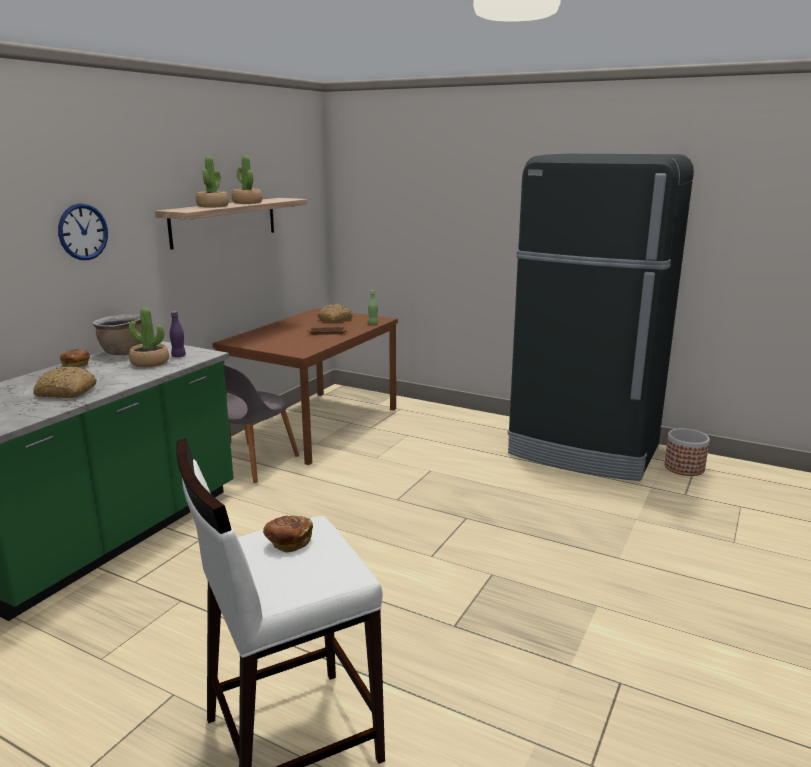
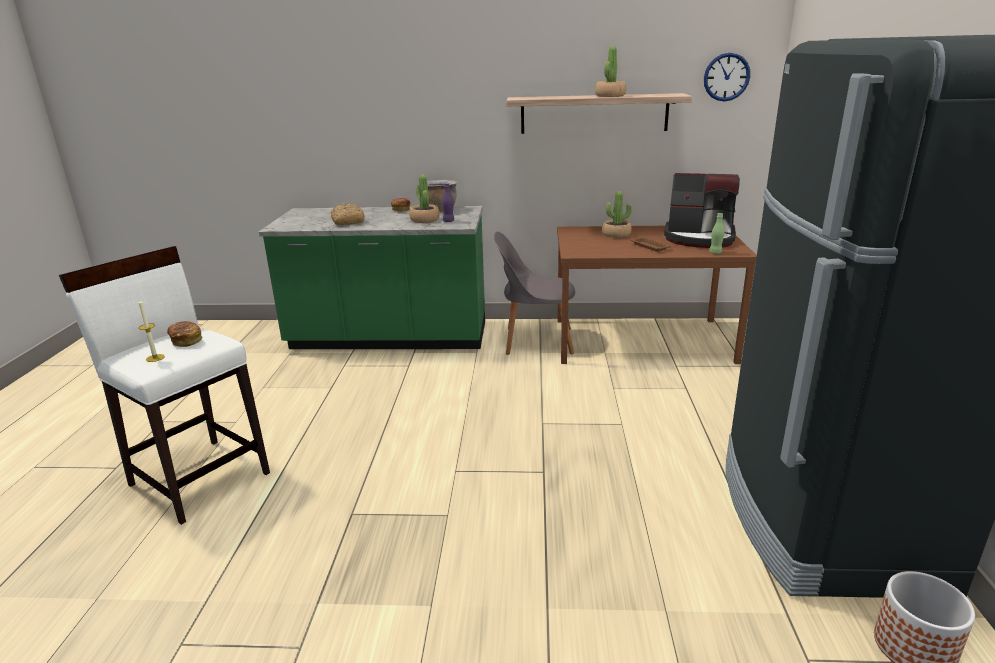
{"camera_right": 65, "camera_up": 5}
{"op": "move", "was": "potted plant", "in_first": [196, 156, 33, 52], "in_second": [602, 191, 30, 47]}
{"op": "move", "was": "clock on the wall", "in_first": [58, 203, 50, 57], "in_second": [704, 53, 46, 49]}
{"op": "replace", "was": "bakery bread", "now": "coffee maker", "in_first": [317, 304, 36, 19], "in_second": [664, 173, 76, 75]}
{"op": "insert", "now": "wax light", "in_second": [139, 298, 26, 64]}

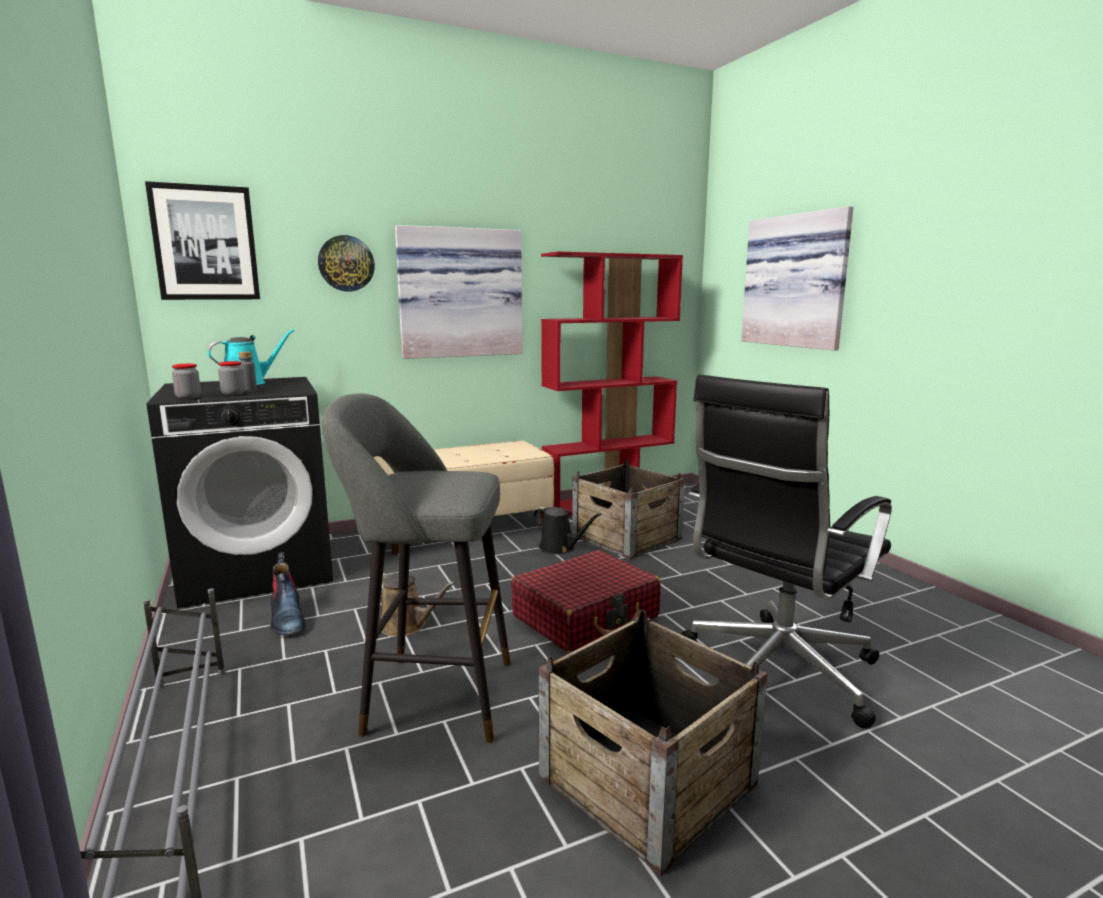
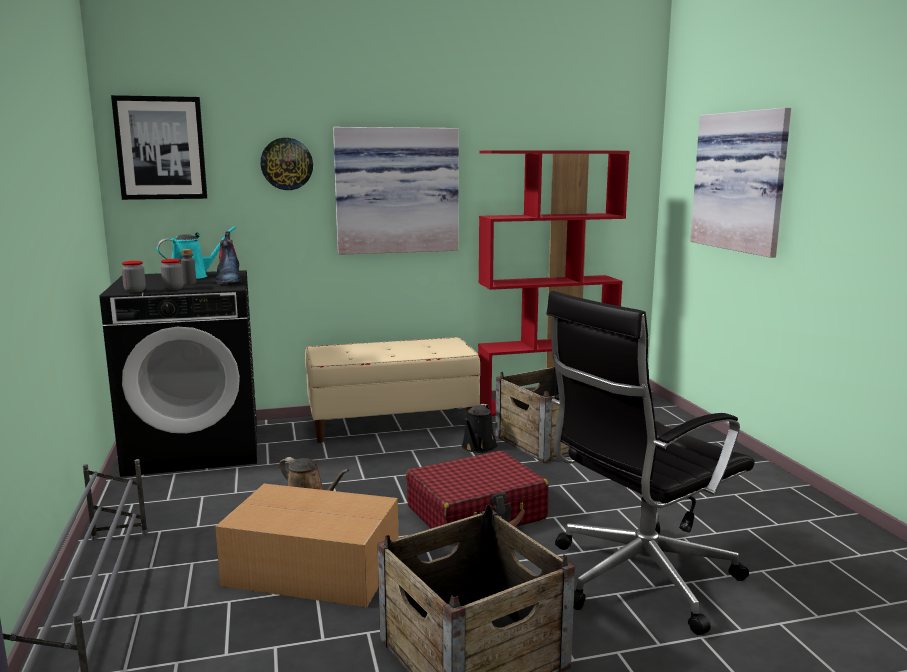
{"camera_right": 10, "camera_up": 0}
{"op": "replace", "was": "greyish stool", "now": "carton", "in_first": [322, 393, 189, 350], "in_second": [215, 484, 183, 123]}
{"op": "rotate", "was": "black-coloured watering can", "in_first": [533, 507, 68, 47], "in_second": [462, 404, 36, 49], "clockwise": 60}
{"op": "move", "was": "boot", "in_first": [270, 552, 35, 84], "in_second": [215, 231, 27, 54]}

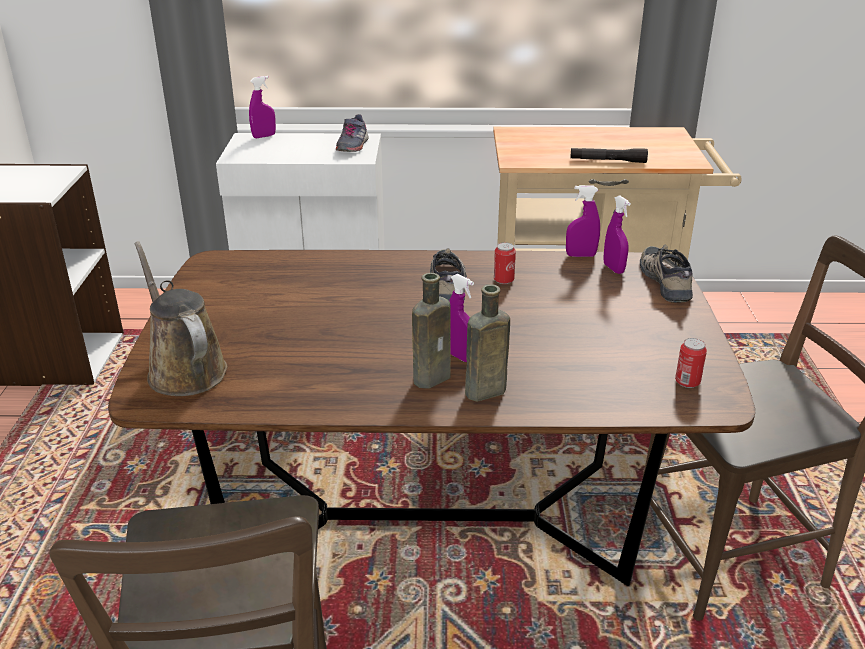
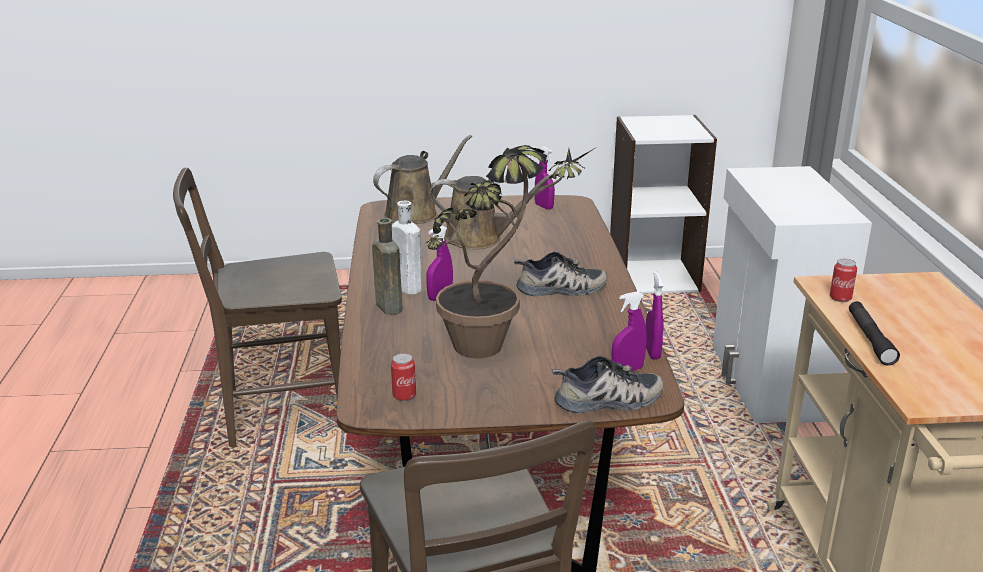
{"camera_right": 85, "camera_up": -5}
{"op": "move", "was": "purple hand sprayer", "in_first": [249, 76, 27, 62], "in_second": [535, 146, 20, 64]}
{"op": "delete", "was": "greyish shoe", "in_first": [335, 114, 34, 38]}
{"op": "move", "was": "sealed can", "in_first": [494, 242, 22, 42], "in_second": [830, 259, 27, 43]}
{"op": "recolor", "was": "brown drink bottle", "now": "white drink bottle", "in_first": [412, 273, 39, 116], "in_second": [392, 201, 30, 93]}
{"op": "insert", "now": "potted plant", "in_second": [427, 145, 168, 213]}
{"op": "insert", "now": "brown watering can", "in_second": [429, 174, 123, 76]}

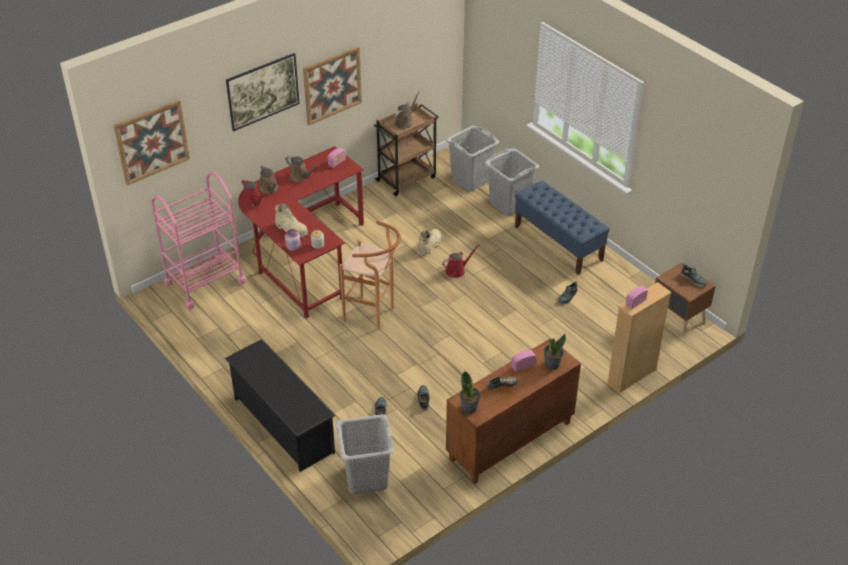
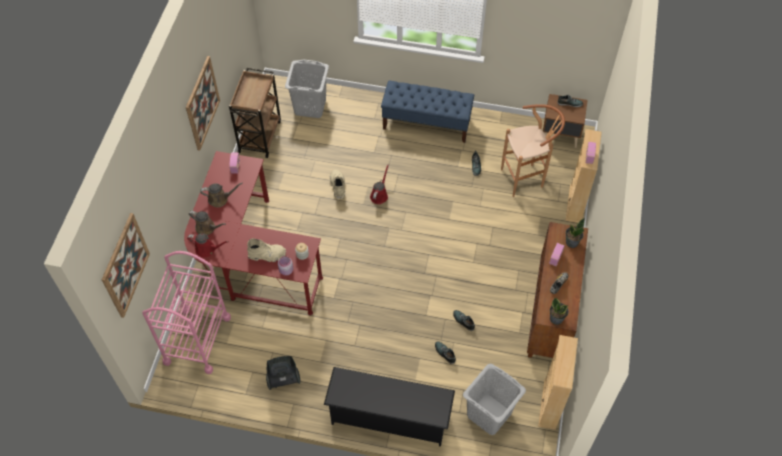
{"camera_right": -40, "camera_up": 15}
{"op": "delete", "was": "wall art", "in_first": [226, 53, 74, 78]}
{"op": "delete", "was": "brown watering can", "in_first": [395, 92, 25, 37]}
{"op": "delete", "was": "greyish laundry basket", "in_first": [484, 148, 55, 68]}
{"op": "move", "was": "brown stool", "in_first": [339, 221, 62, 109], "in_second": [501, 104, 64, 93]}
{"op": "insert", "now": "beige bookcase", "in_second": [538, 335, 40, 95]}
{"op": "insert", "now": "hoover", "in_second": [266, 356, 34, 34]}

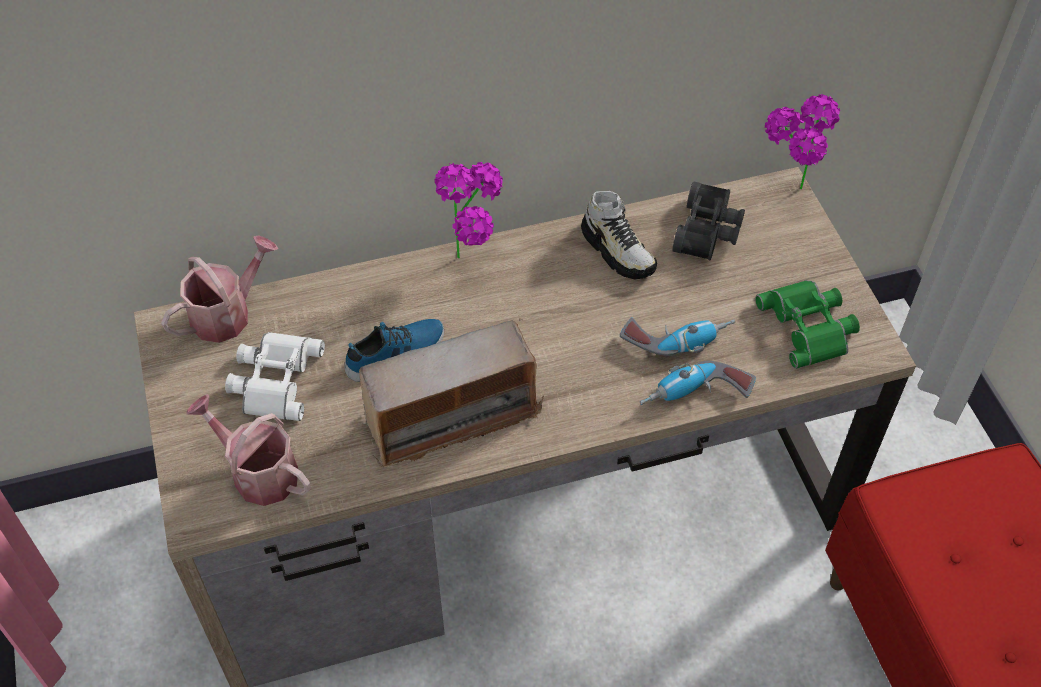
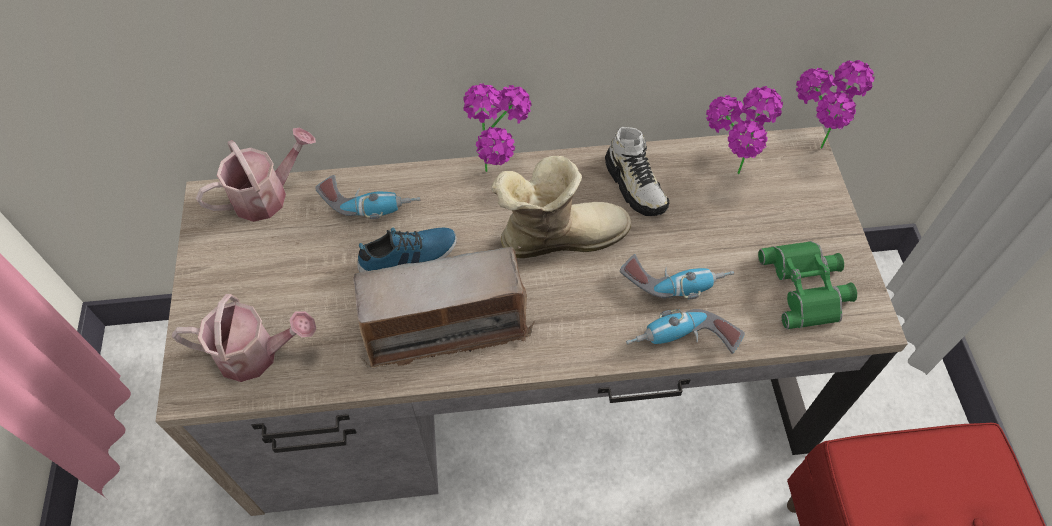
{"camera_right": 10, "camera_up": 5}
{"op": "replace", "was": "black-coloured binoculars", "now": "potted plant", "in_first": [672, 181, 73, 79], "in_second": [706, 86, 77, 88]}
{"op": "delete", "was": "white binoculars", "in_first": [225, 332, 100, 89]}
{"op": "rotate", "was": "watering can", "in_first": [186, 394, 125, 112], "in_second": [172, 294, 144, 88], "clockwise": 135}
{"op": "insert", "now": "boot", "in_second": [491, 156, 140, 102]}
{"op": "insert", "now": "drill", "in_second": [315, 175, 105, 44]}

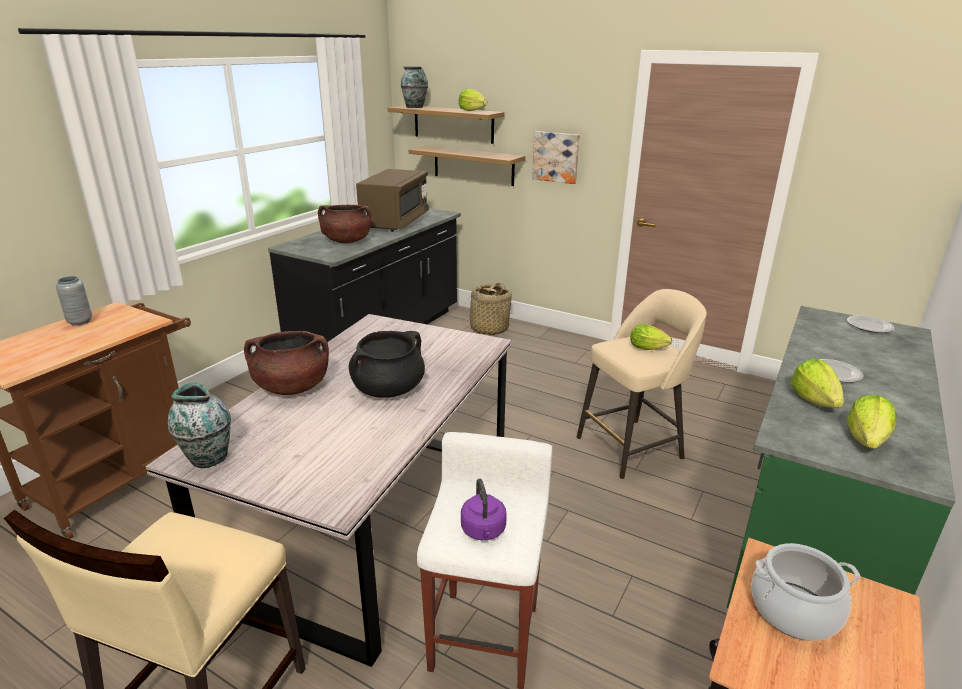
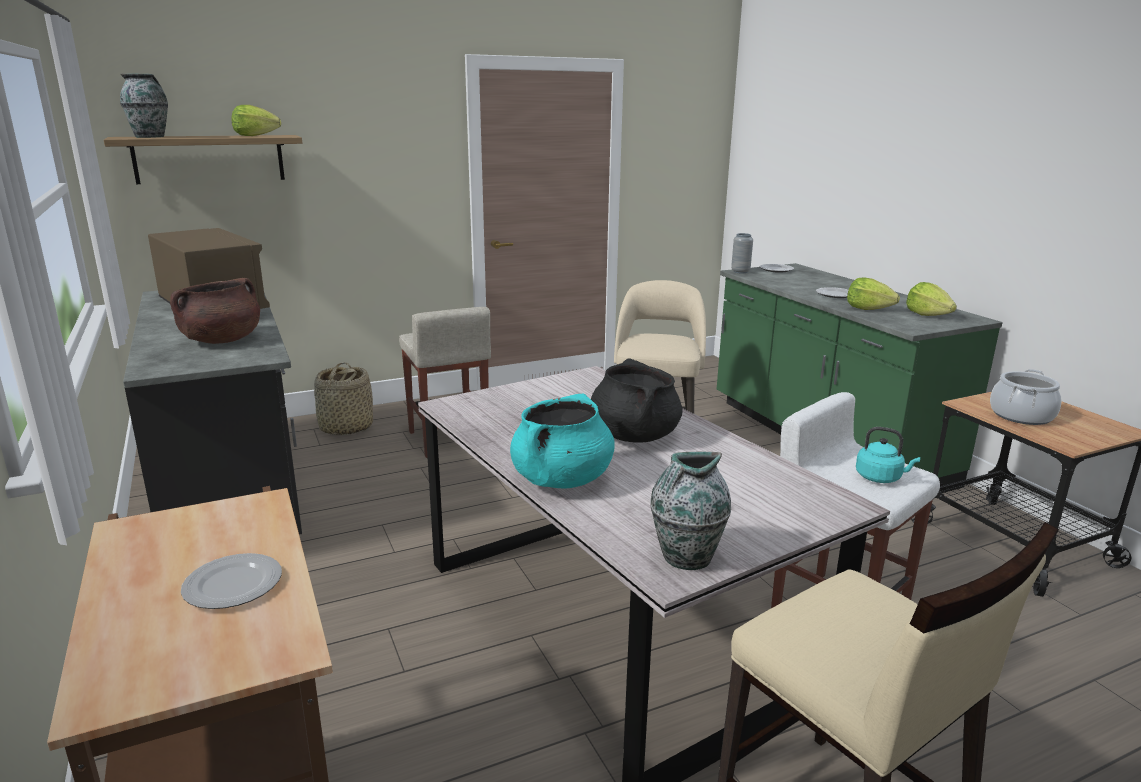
{"camera_right": -55, "camera_up": -5}
{"op": "delete", "was": "wall art", "in_first": [532, 131, 48, 53]}
{"op": "delete", "was": "bracket shelf", "in_first": [409, 146, 116, 40]}
{"op": "move", "was": "greyish decorative vase", "in_first": [56, 276, 36, 50], "in_second": [731, 233, 22, 40]}
{"op": "delete", "was": "lettuce head", "in_first": [631, 324, 41, 26]}
{"op": "recolor", "was": "brown stockpot", "now": "turquoise stockpot", "in_first": [244, 331, 85, 64], "in_second": [510, 394, 105, 95]}
{"op": "recolor", "was": "purple water kettle", "now": "turquoise water kettle", "in_first": [461, 478, 46, 62], "in_second": [856, 427, 64, 56]}
{"op": "insert", "now": "beige stool", "in_second": [399, 307, 92, 151]}
{"op": "insert", "now": "plate", "in_second": [181, 553, 101, 56]}

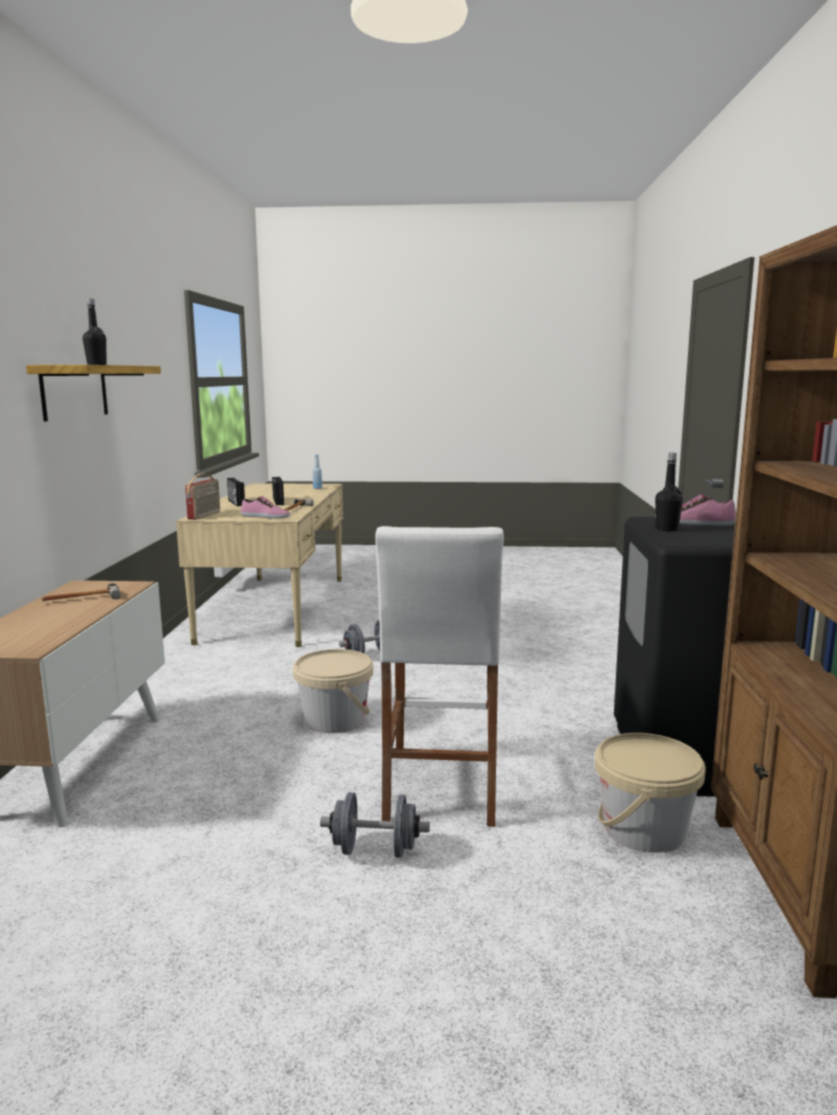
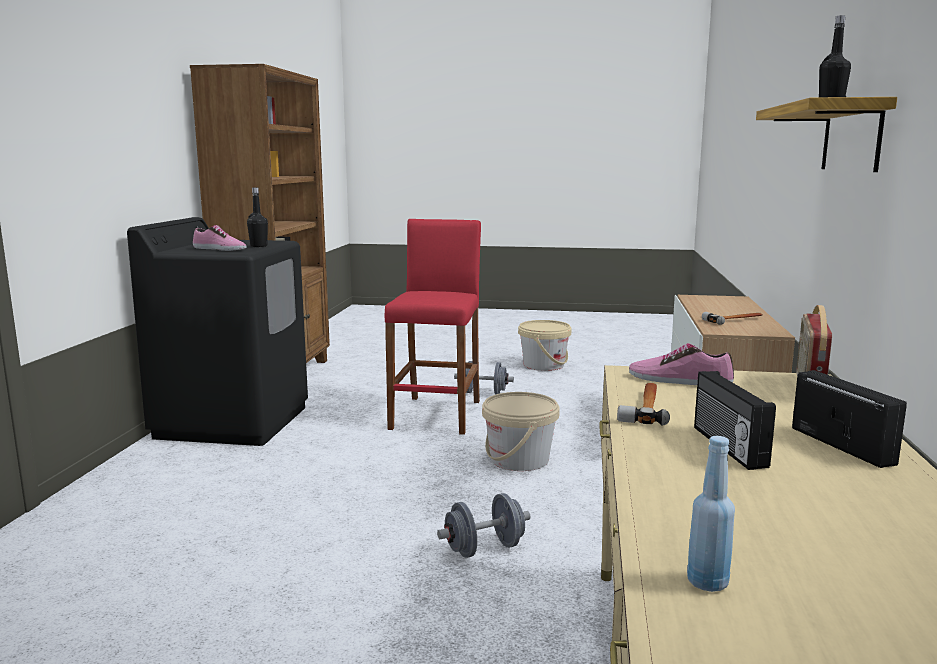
{"camera_right": -175, "camera_up": 0}
{"op": "recolor", "was": "white stool", "now": "red stool", "in_first": [375, 526, 129, 301], "in_second": [385, 219, 96, 216]}
{"op": "move", "was": "beige water bucket", "in_first": [594, 733, 112, 120], "in_second": [518, 320, 53, 51]}

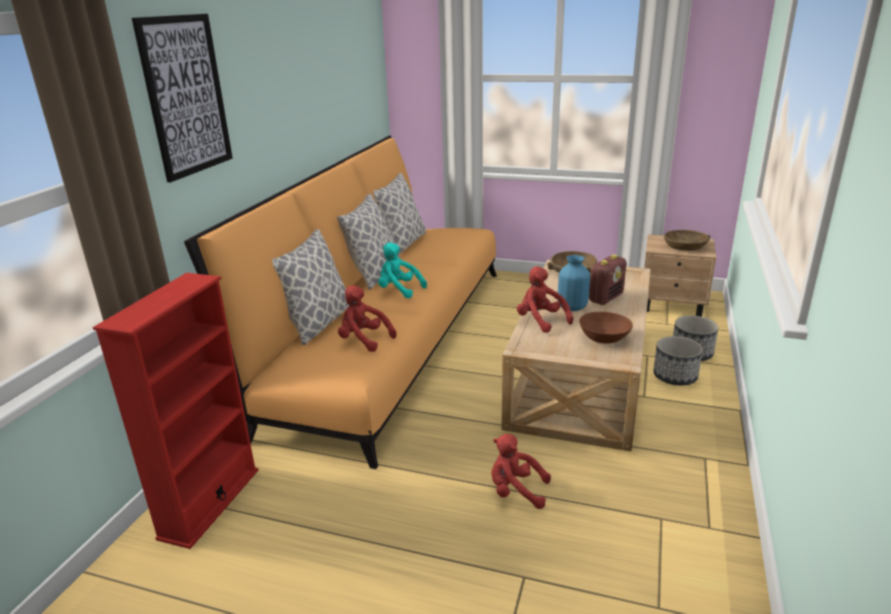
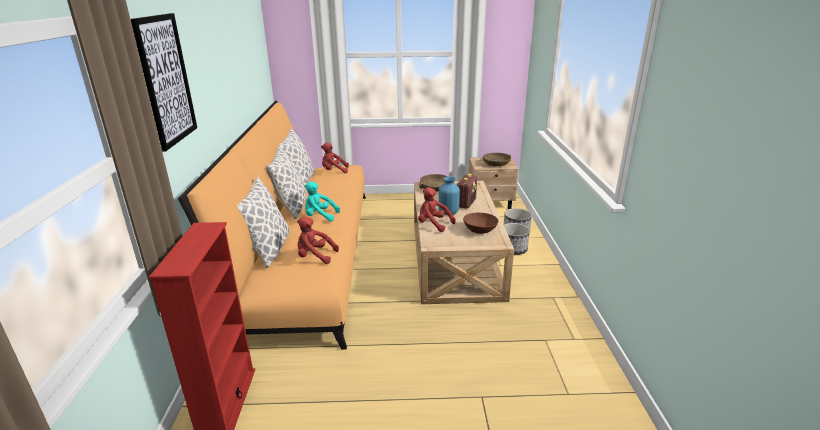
{"camera_right": -20, "camera_up": 0}
{"op": "move", "was": "red soft toy", "in_first": [491, 434, 60, 75], "in_second": [321, 143, 28, 30]}

